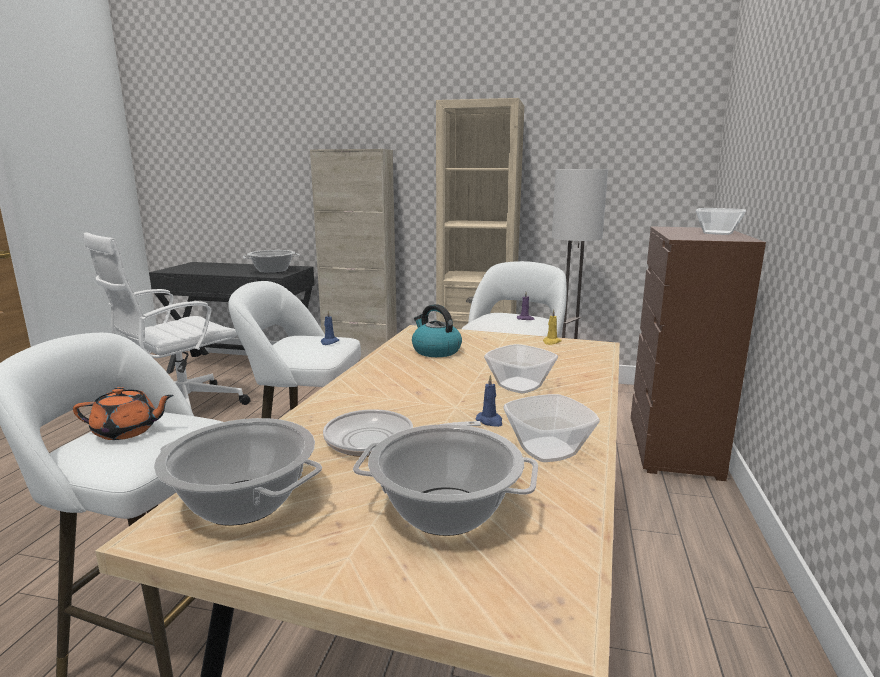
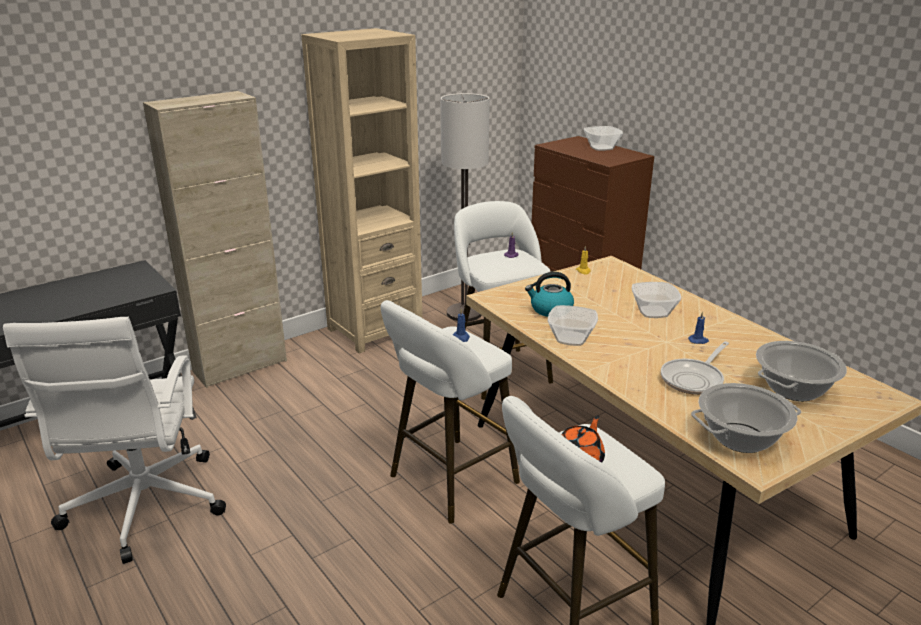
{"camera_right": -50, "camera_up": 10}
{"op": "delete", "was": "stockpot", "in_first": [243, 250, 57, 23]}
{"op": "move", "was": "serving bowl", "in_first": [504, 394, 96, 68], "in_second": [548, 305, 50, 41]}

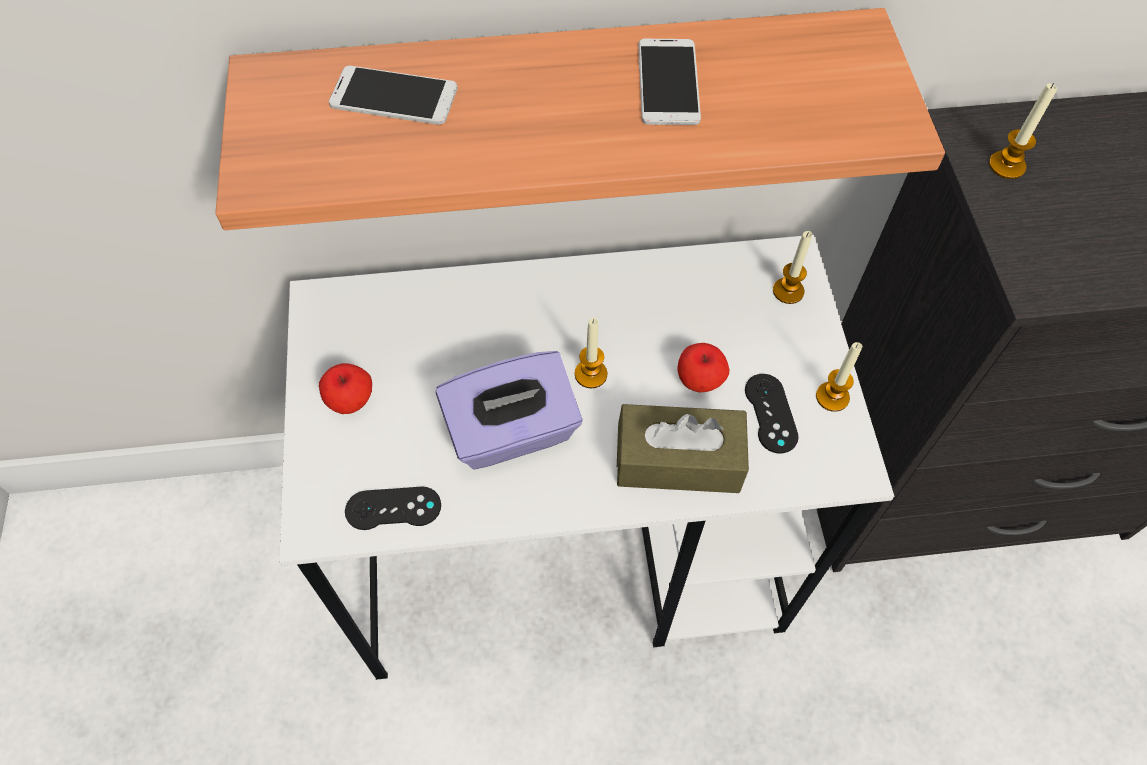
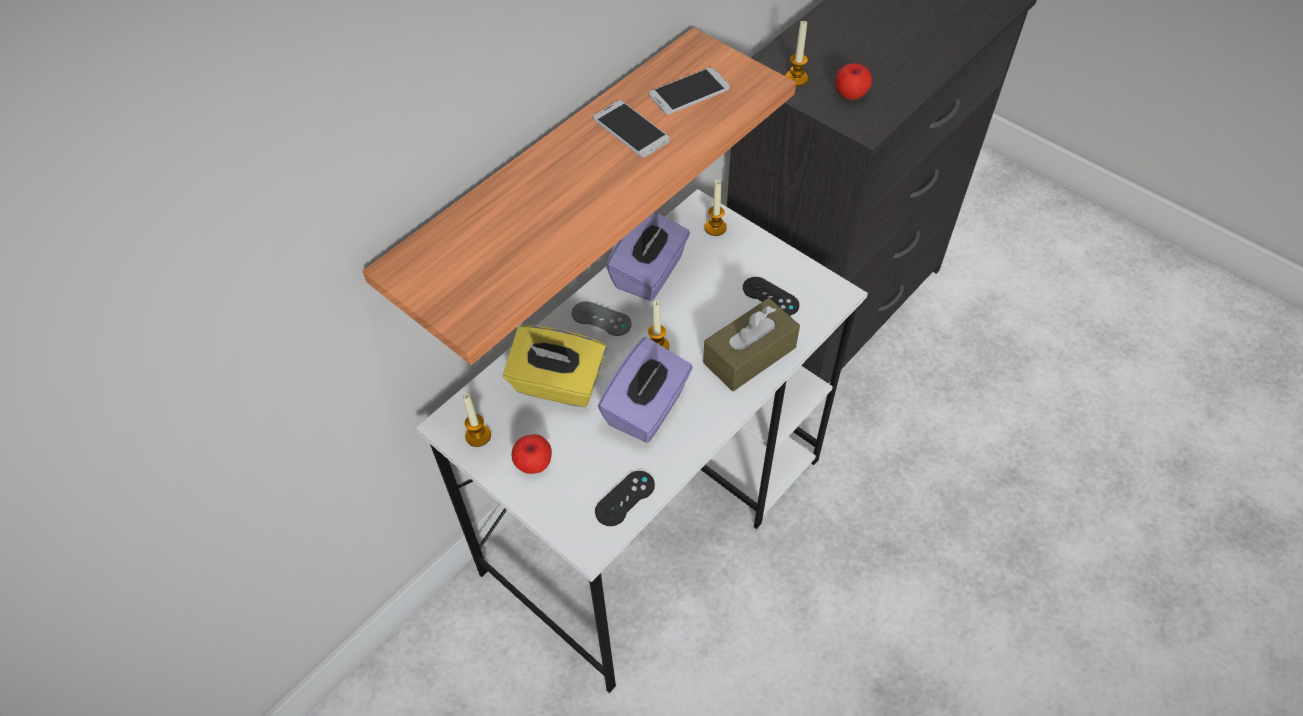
{"camera_right": -40, "camera_up": -5}
{"op": "move", "was": "telephone", "in_first": [329, 66, 129, 59], "in_second": [649, 67, 81, 48]}
{"op": "move", "was": "wax light", "in_first": [816, 342, 46, 70], "in_second": [463, 393, 28, 54]}
{"op": "move", "was": "apple", "in_first": [678, 343, 52, 49], "in_second": [835, 63, 37, 37]}
{"op": "insert", "now": "purple tissue box", "in_second": [606, 212, 84, 89]}
{"op": "insert", "now": "greyish joypad", "in_second": [572, 301, 60, 35]}
{"op": "insert", "now": "yellow tissue box", "in_second": [503, 325, 104, 82]}

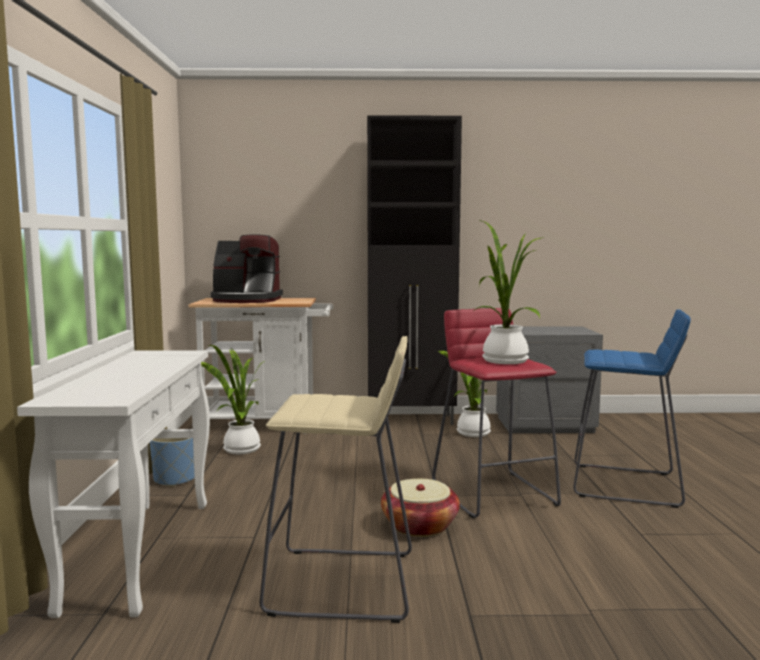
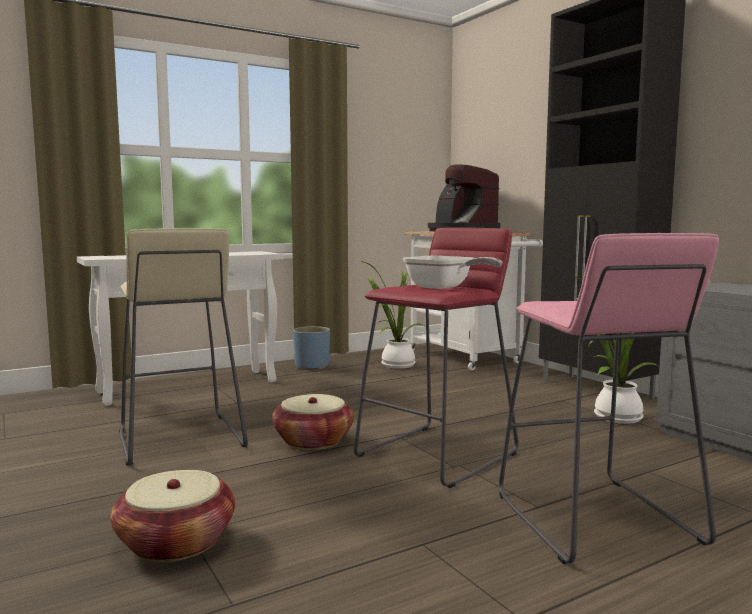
{"camera_right": 60, "camera_up": 0}
{"op": "replace", "was": "potted plant", "now": "pan", "in_first": [475, 220, 69, 144], "in_second": [403, 256, 100, 33]}
{"op": "recolor", "was": "blue-coloured stool", "now": "pink-coloured stool", "in_first": [573, 309, 118, 199], "in_second": [499, 233, 220, 331]}
{"op": "insert", "now": "basket", "in_second": [110, 470, 125, 92]}

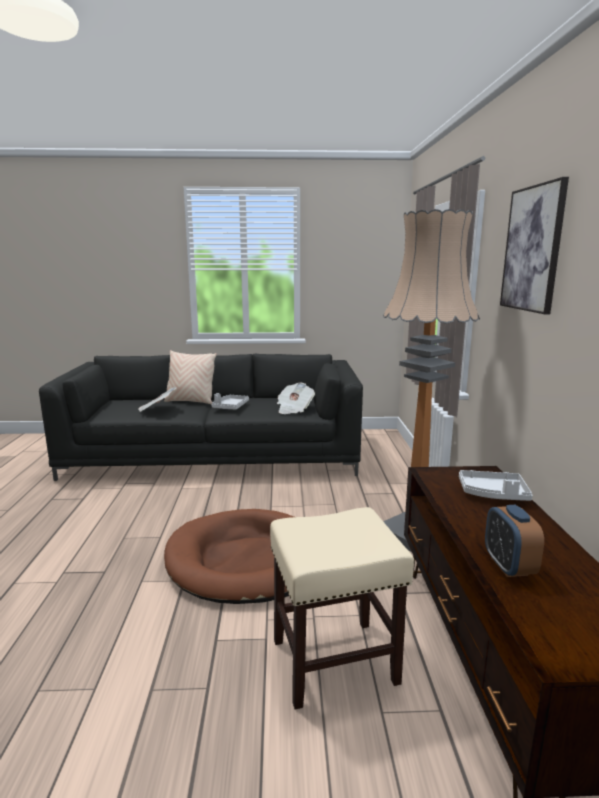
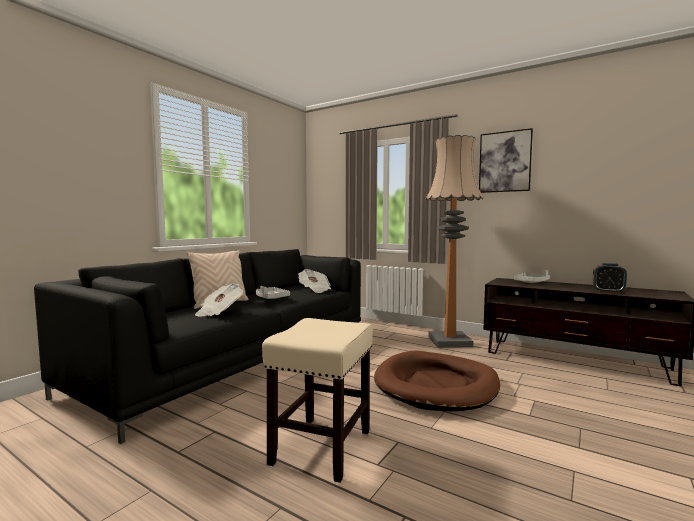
{"camera_right": -55, "camera_up": -10}
{"op": "move", "was": "beige stool", "in_first": [270, 507, 144, 203], "in_second": [262, 318, 111, 165]}

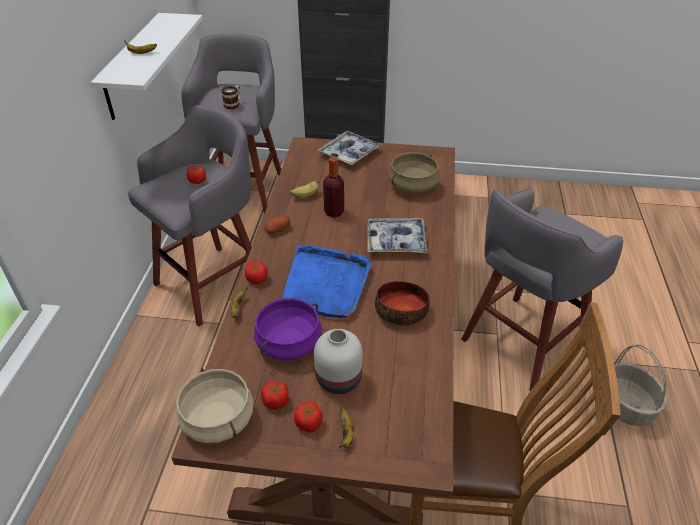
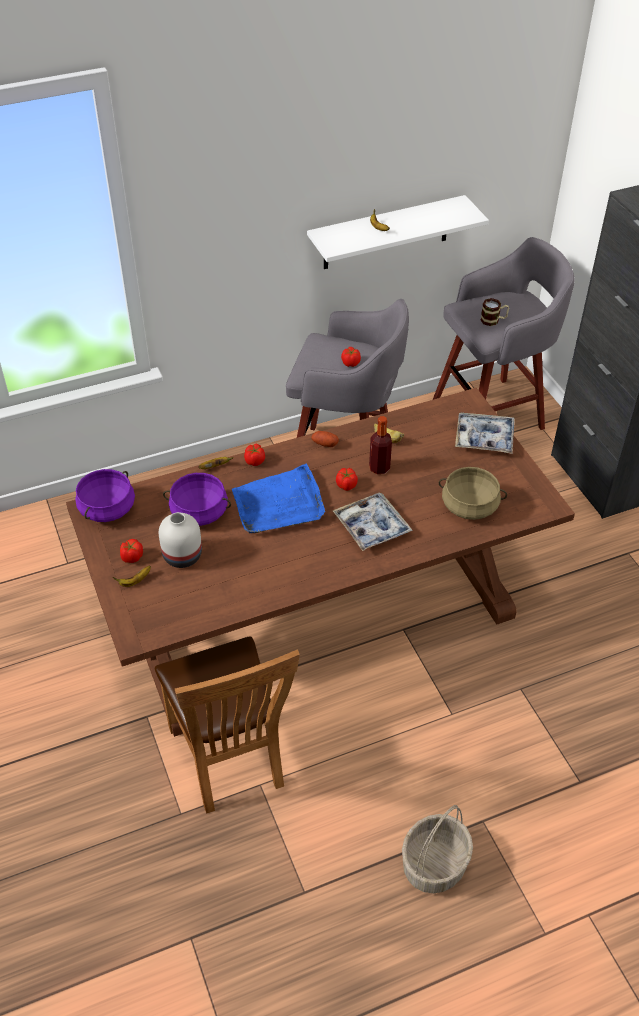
{"camera_right": 60, "camera_up": 5}
{"op": "delete", "was": "greyish stool", "in_first": [461, 188, 162, 203]}
{"op": "delete", "was": "serving bowl", "in_first": [375, 281, 55, 45]}
{"op": "recolor", "was": "beige stockpot", "now": "purple stockpot", "in_first": [176, 368, 78, 75], "in_second": [75, 469, 60, 53]}
{"op": "move", "was": "fresh tomato", "in_first": [261, 381, 28, 28], "in_second": [336, 468, 22, 23]}

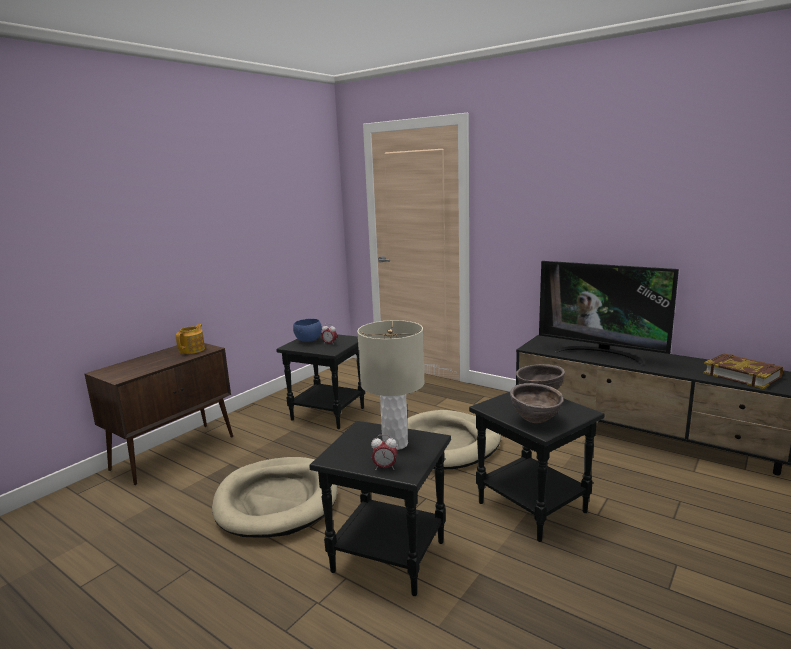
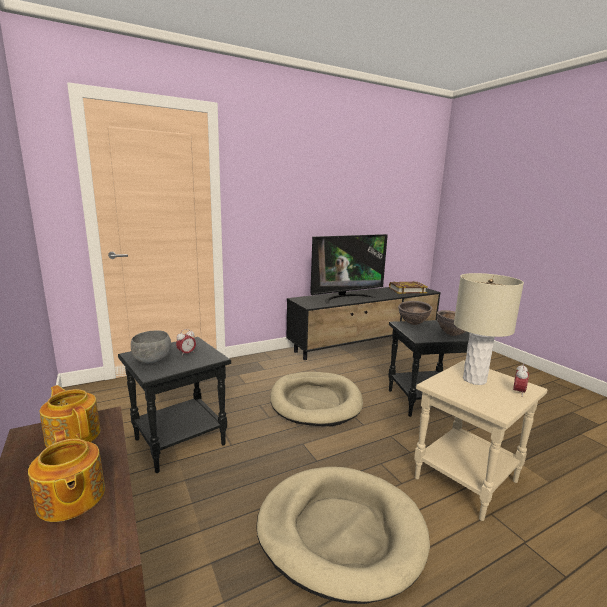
{"camera_right": -65, "camera_up": 0}
{"op": "recolor", "was": "blue-coloured serving bowl", "now": "greyish serving bowl", "in_first": [293, 319, 29, 23], "in_second": [131, 330, 40, 34]}
{"op": "recolor", "was": "black-coloured accent table", "now": "beige accent table", "in_first": [309, 421, 142, 175], "in_second": [414, 360, 133, 161]}
{"op": "insert", "now": "teapot", "in_second": [28, 430, 77, 92]}

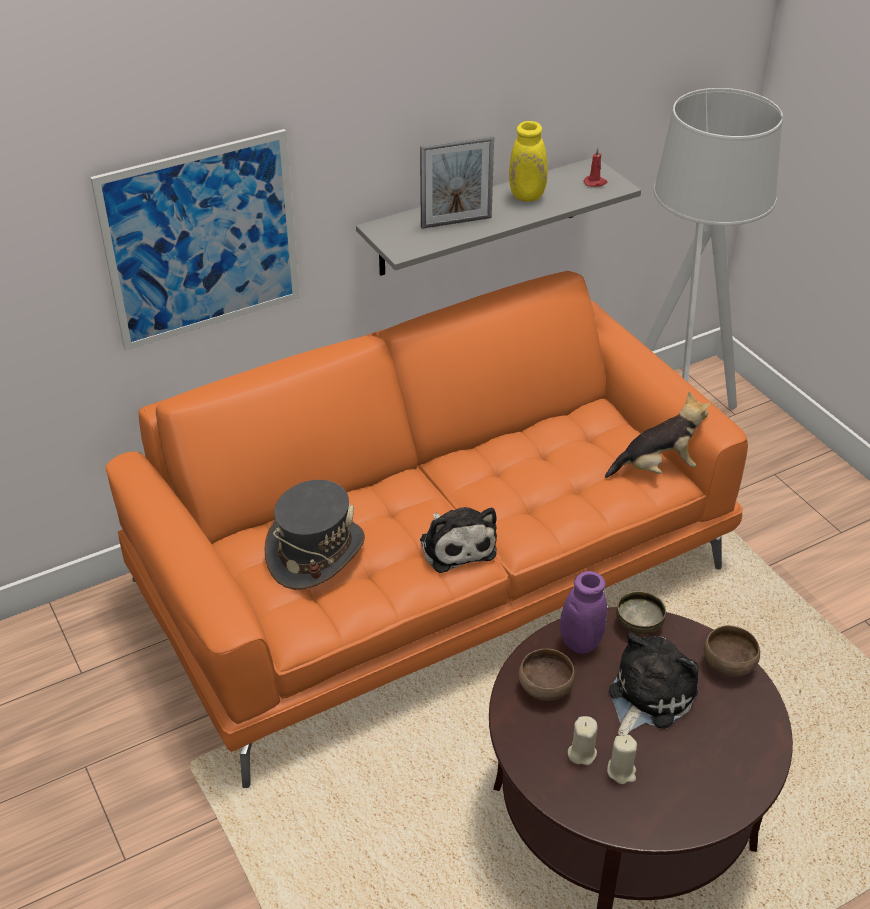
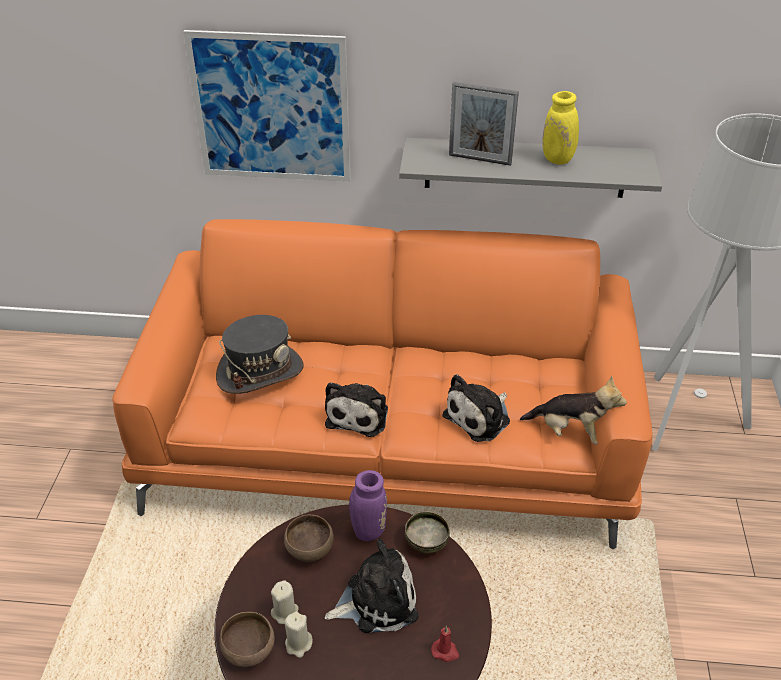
{"camera_right": 35, "camera_up": 0}
{"op": "move", "was": "red wax light", "in_first": [584, 148, 23, 39], "in_second": [431, 626, 28, 36]}
{"op": "move", "was": "brown serving bowl", "in_first": [704, 625, 56, 52], "in_second": [219, 612, 56, 55]}
{"op": "insert", "now": "soft toy", "in_second": [443, 374, 67, 68]}

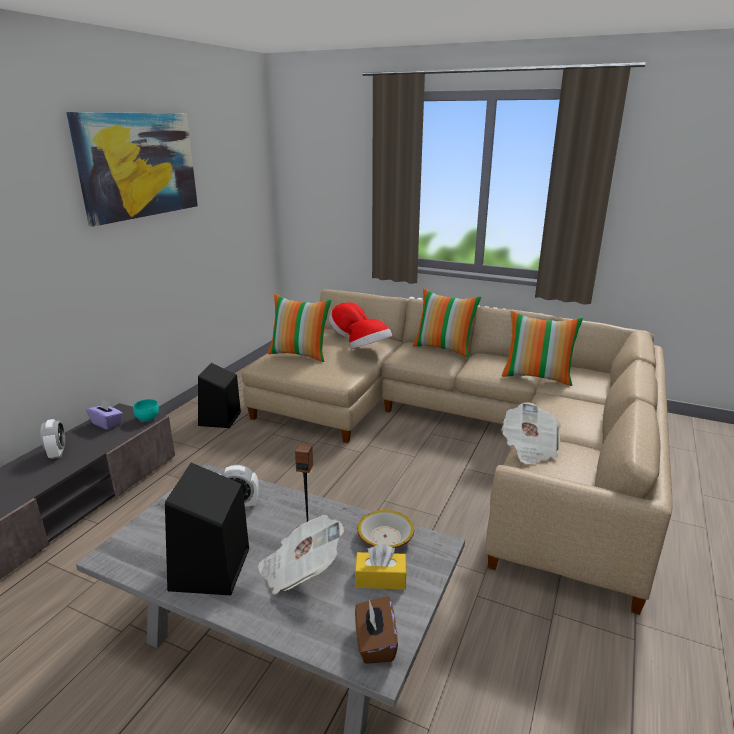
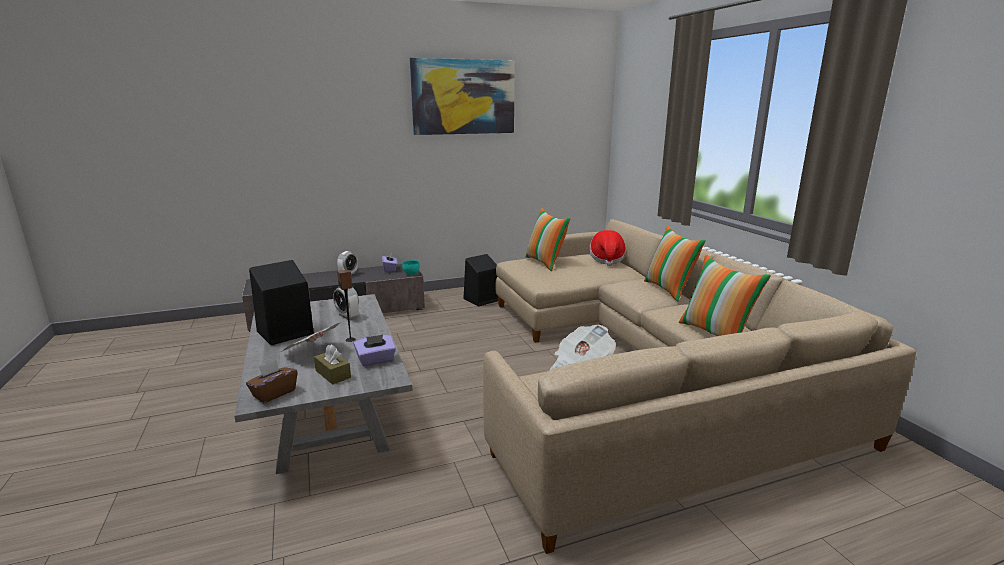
{"camera_right": 45, "camera_up": -5}
{"op": "delete", "was": "clothing hat", "in_first": [349, 319, 43, 30]}
{"op": "replace", "was": "serving bowl", "now": "purple tissue box", "in_first": [357, 510, 57, 38], "in_second": [354, 335, 42, 32]}
{"op": "recolor", "was": "yellow tissue box", "now": "brown tissue box", "in_first": [355, 544, 52, 45], "in_second": [314, 345, 37, 40]}

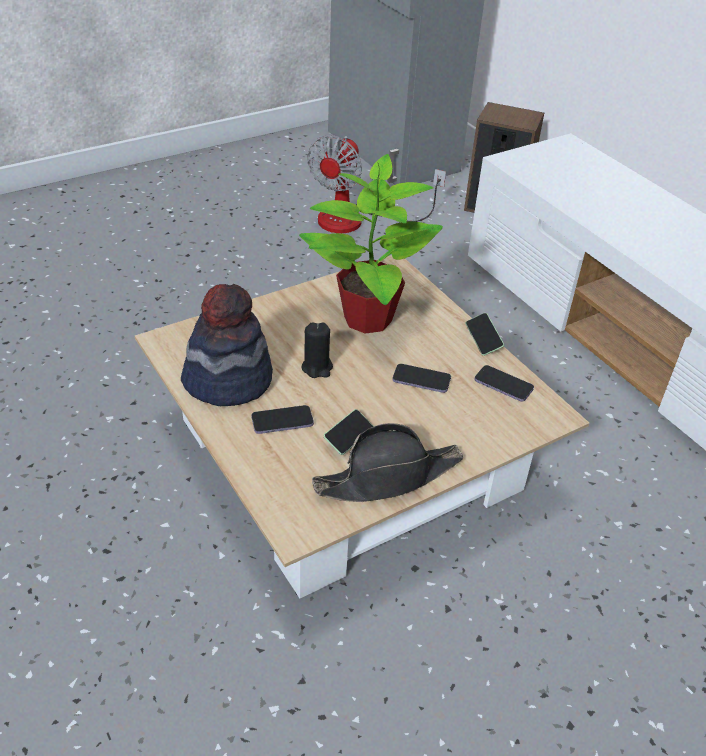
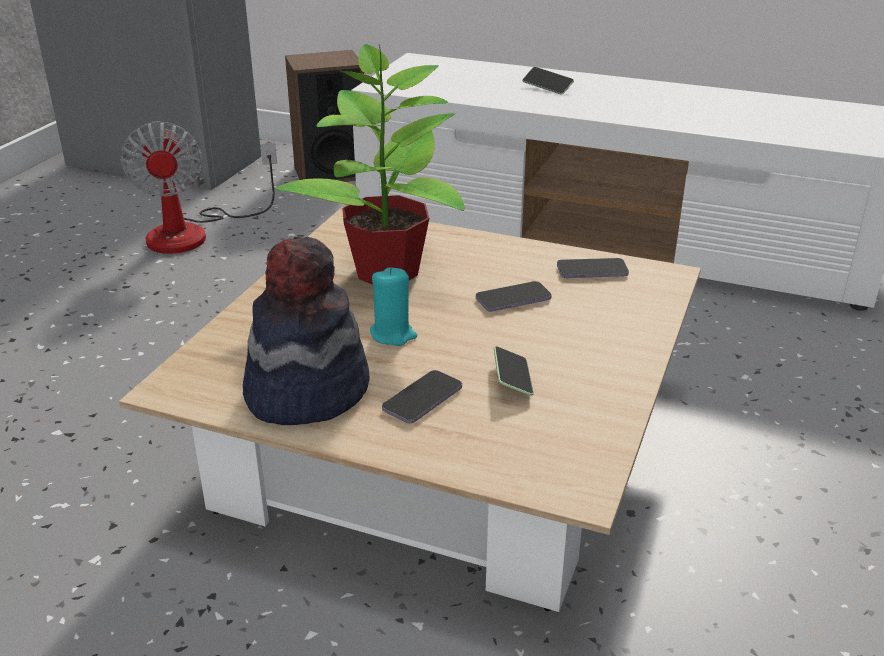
{"camera_right": -35, "camera_up": -10}
{"op": "move", "was": "telephone", "in_first": [465, 313, 39, 43], "in_second": [522, 67, 52, 28]}
{"op": "recolor", "was": "black-coloured wax light", "now": "turquoise wax light", "in_first": [301, 322, 32, 56], "in_second": [370, 267, 47, 79]}
{"op": "delete", "was": "black-coloured clothing hat", "in_first": [312, 423, 151, 79]}

